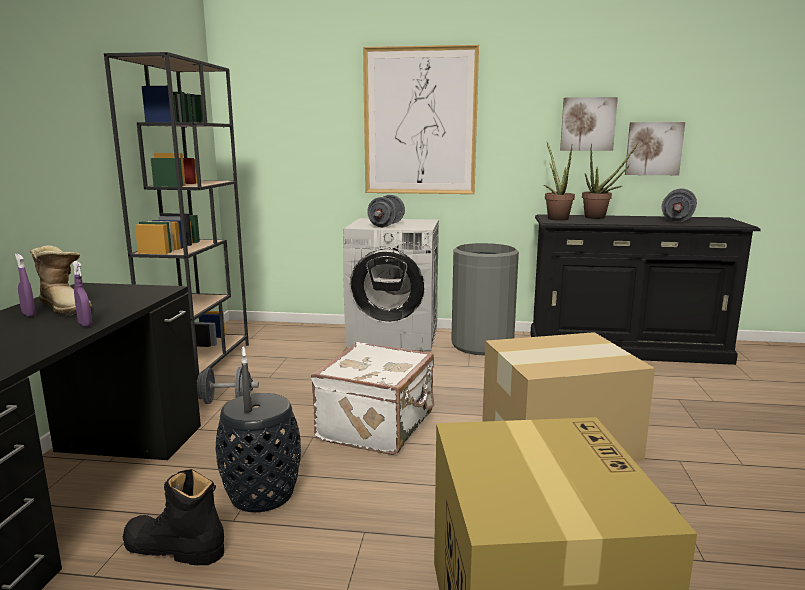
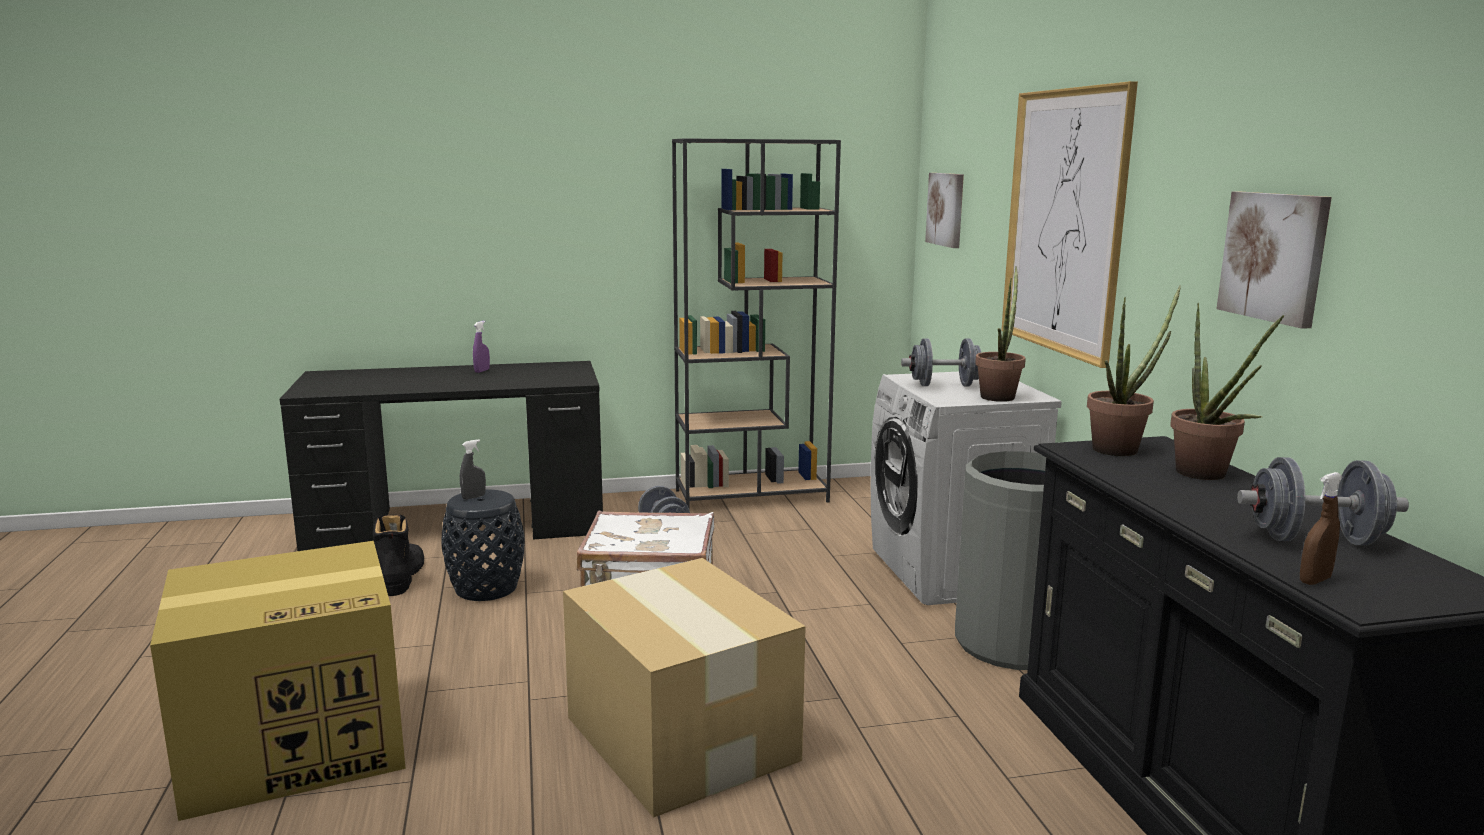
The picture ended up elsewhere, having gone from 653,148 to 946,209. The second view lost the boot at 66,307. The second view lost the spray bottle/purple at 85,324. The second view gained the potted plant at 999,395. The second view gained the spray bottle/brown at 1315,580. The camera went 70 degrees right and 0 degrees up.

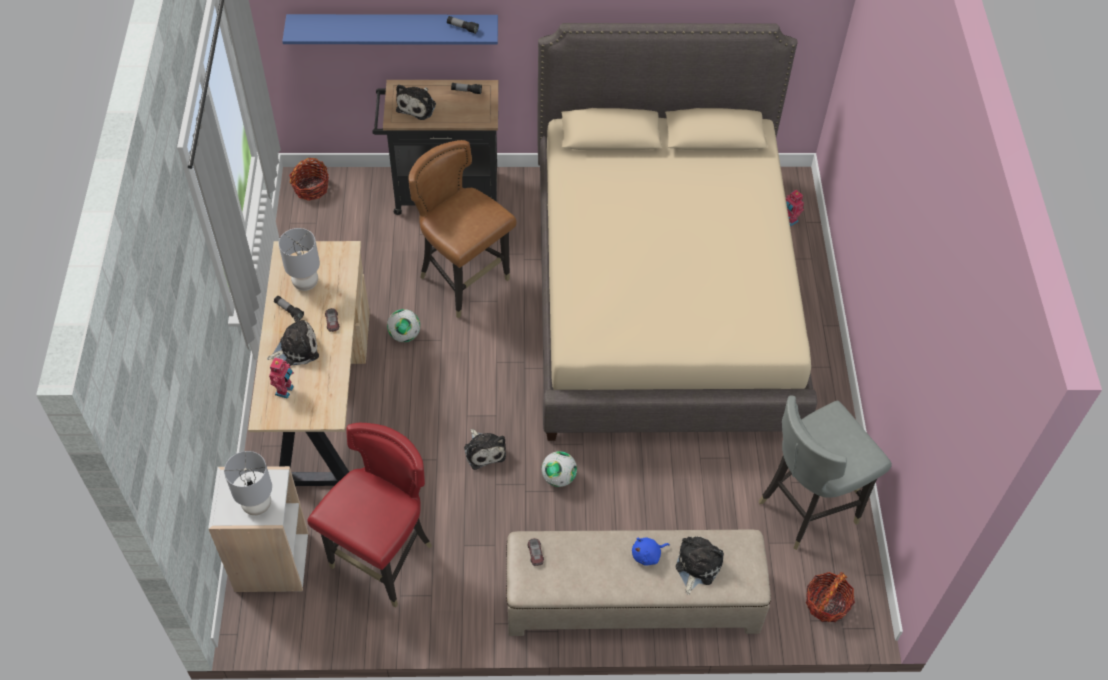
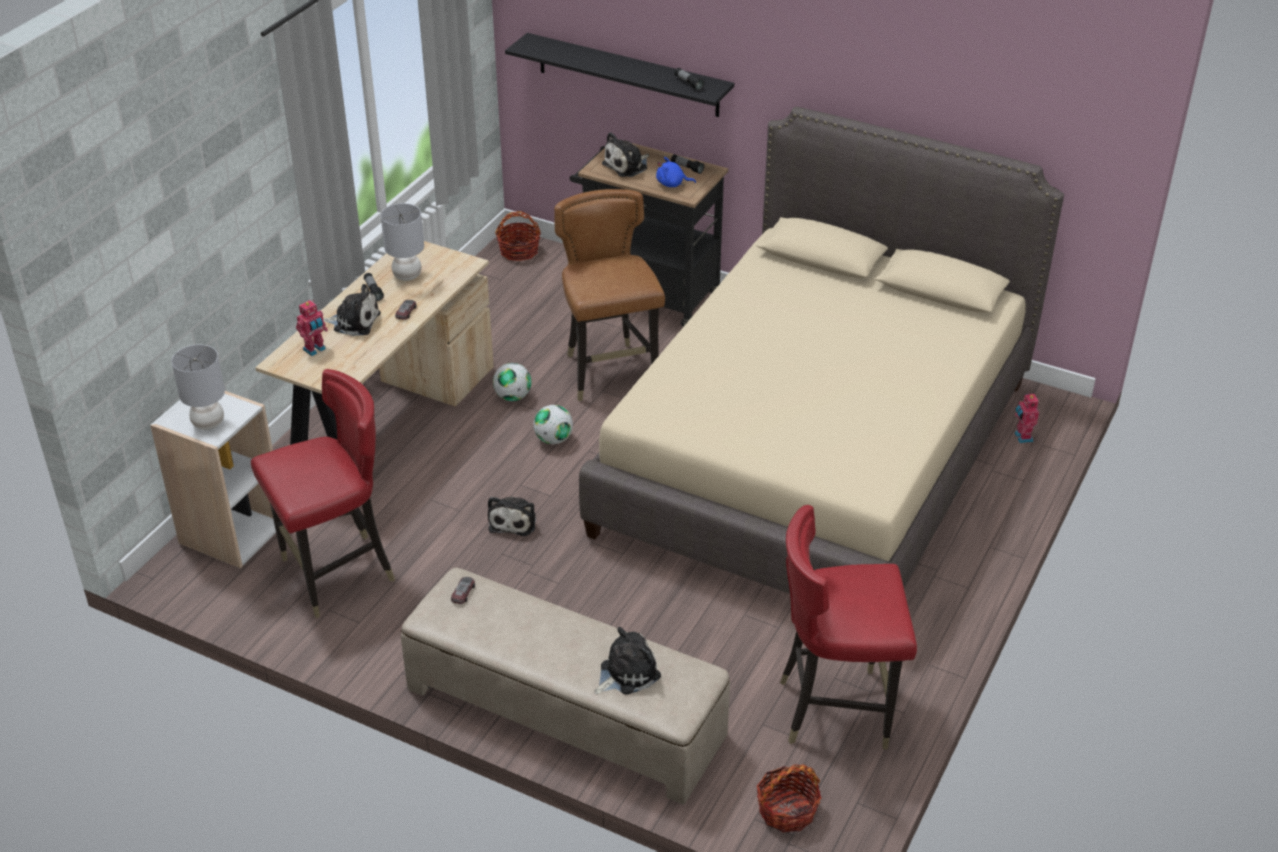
What was the shelf/blue at 393,28 turned into the shelf/black at 628,75. What was the chair/grey at 807,507 turned into the chair/red at 835,709. The football ended up elsewhere, having gone from 559,477 to 553,439. The plush toy/blue ended up elsewhere, having gone from 648,555 to 672,184. The camera went 30 degrees right and 15 degrees down.

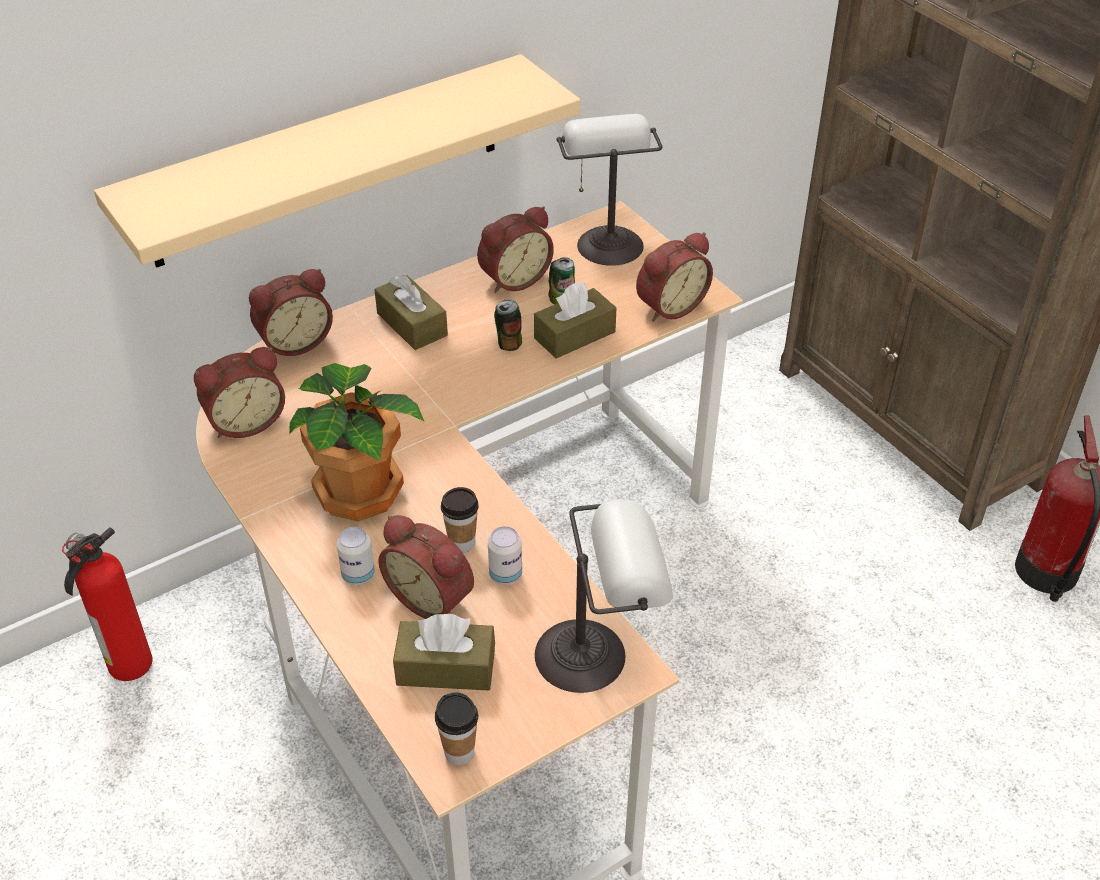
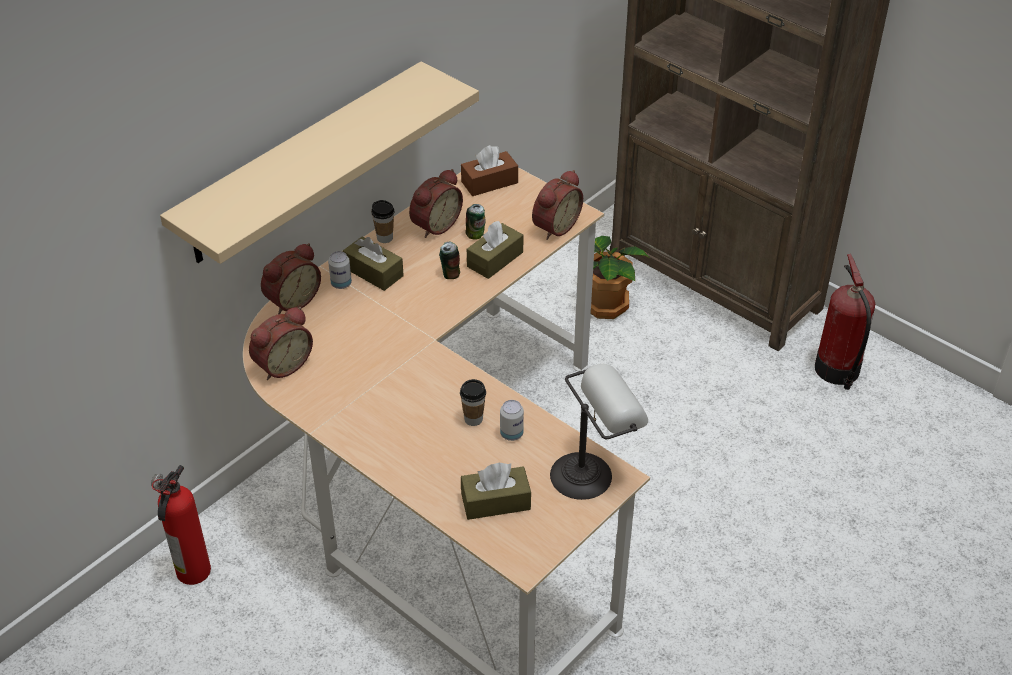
Where the table lamp stood at 605,237, the tissue box/brown came to stand at 489,182. The potted plant ended up elsewhere, having gone from 361,490 to 606,304. The second view lost the alarm clock at 432,597. The can ended up elsewhere, having gone from 358,575 to 341,284. The cup ended up elsewhere, having gone from 459,752 to 385,238. The camera went 15 degrees left and 0 degrees up.

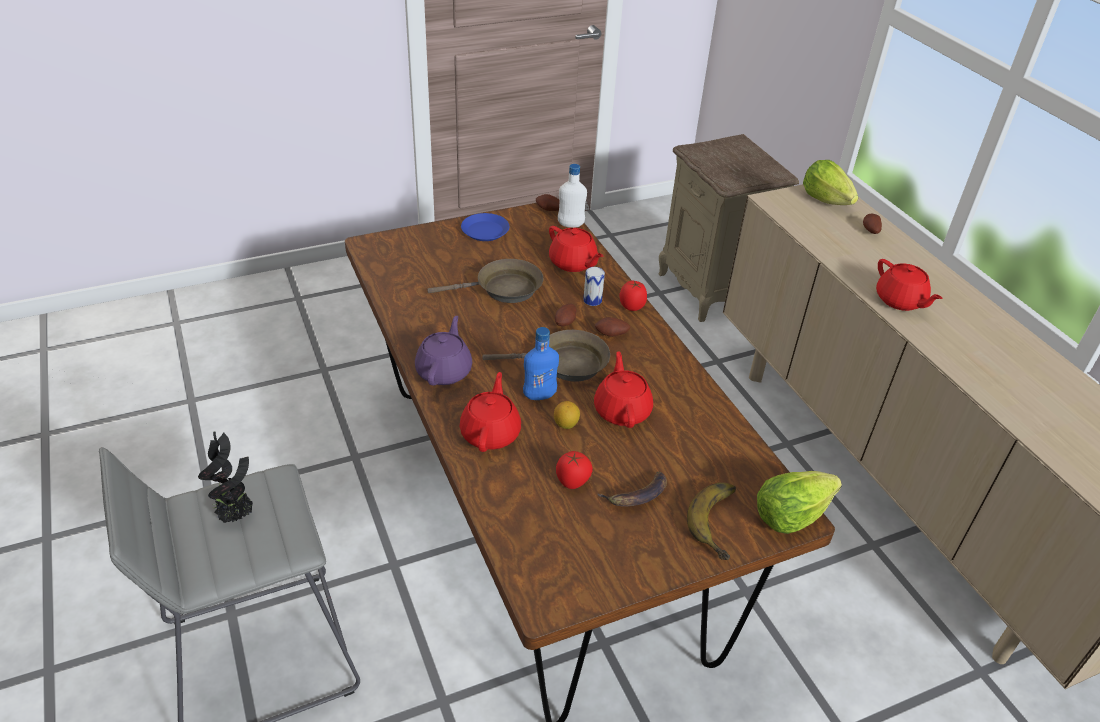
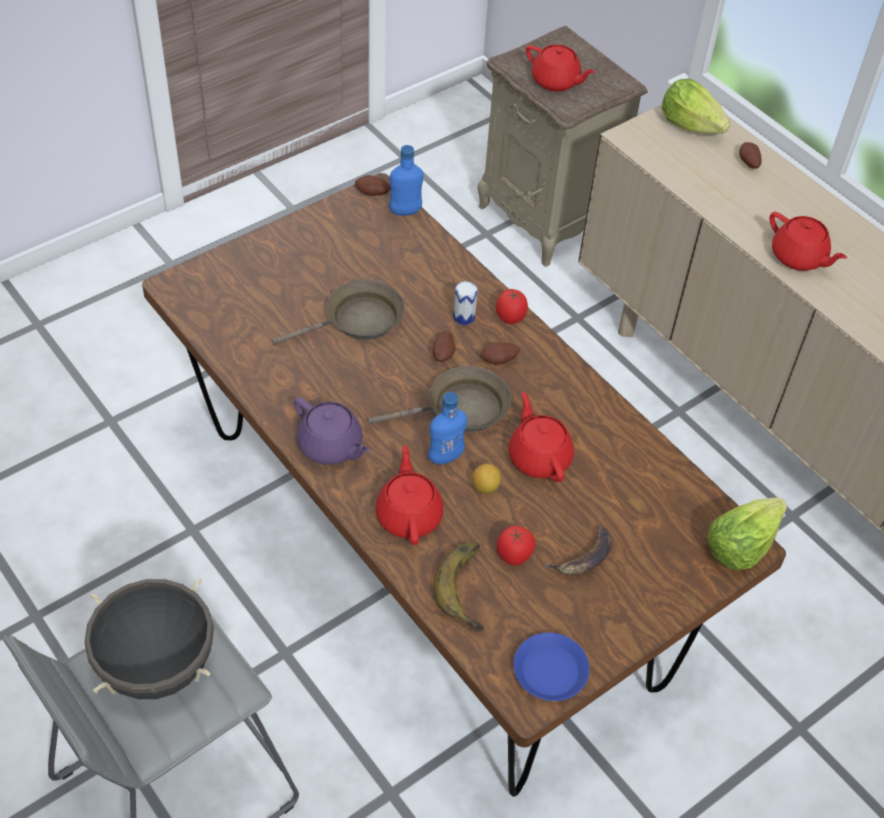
What was the bottle/white at 570,225 turned into the bottle/blue at 405,211. The plate/blue ended up elsewhere, having gone from 485,231 to 550,671. The teapot/red ended up elsewhere, having gone from 573,263 to 556,81. The teapot/purple at 444,371 ended up facing another way, 135 degrees clockwise from before. Where the potted plant stood at 237,516, the cooking pot/black came to stand at 157,666. The banana ended up elsewhere, having gone from 722,522 to 471,588. The camera went 15 degrees left and 10 degrees up.

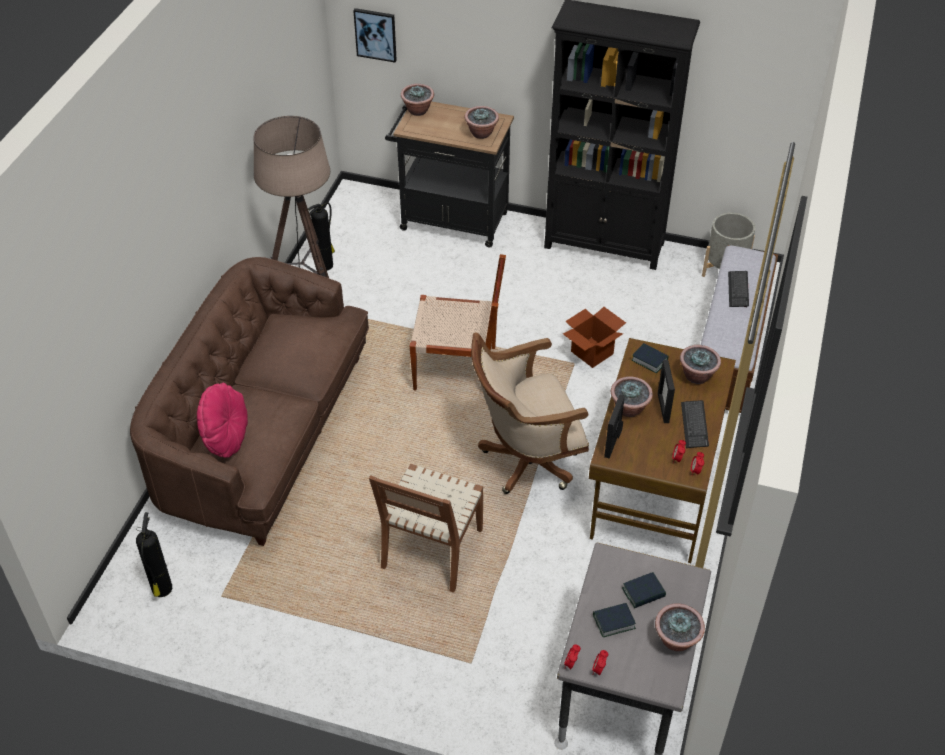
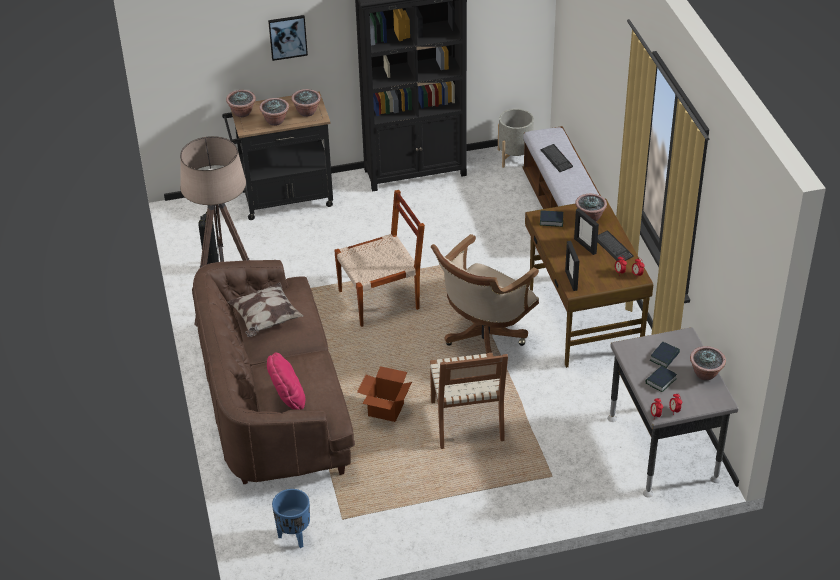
The picture ended up elsewhere, having gone from 376,34 to 287,37. The cardboard box ended up elsewhere, having gone from 592,352 to 386,410. The potted plant ended up elsewhere, having gone from 629,409 to 275,121. Where the fire extinguisher stood at 162,590, the planter/blue came to stand at 294,536. The second view gained the pillow at 265,320. The camera went 30 degrees left and 5 degrees down.

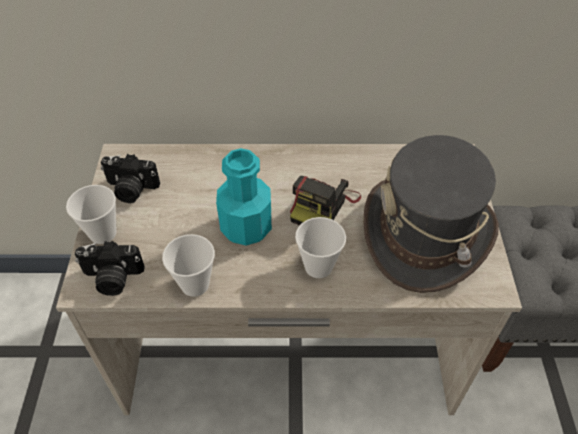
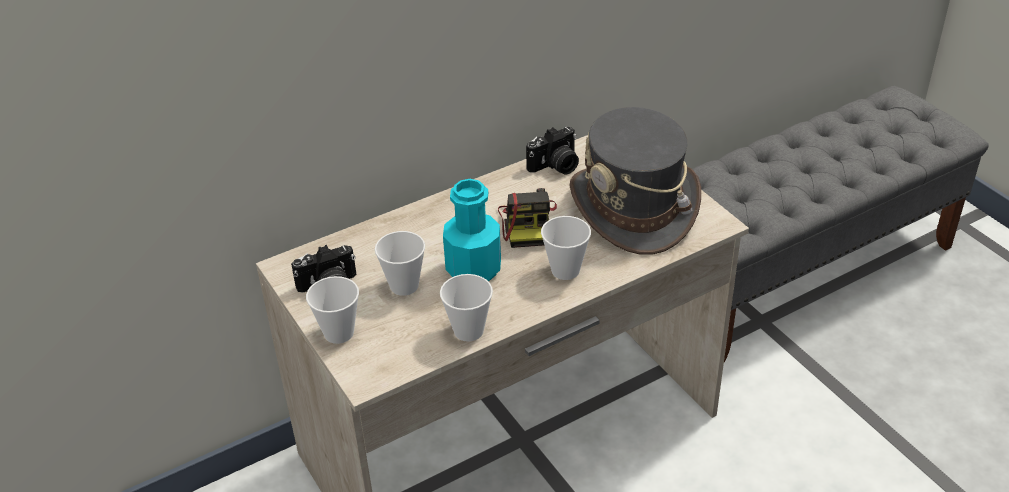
The photo camera ended up elsewhere, having gone from 112,278 to 556,166. The second view gained the cup at 404,286. The camera went 30 degrees left and 10 degrees down.

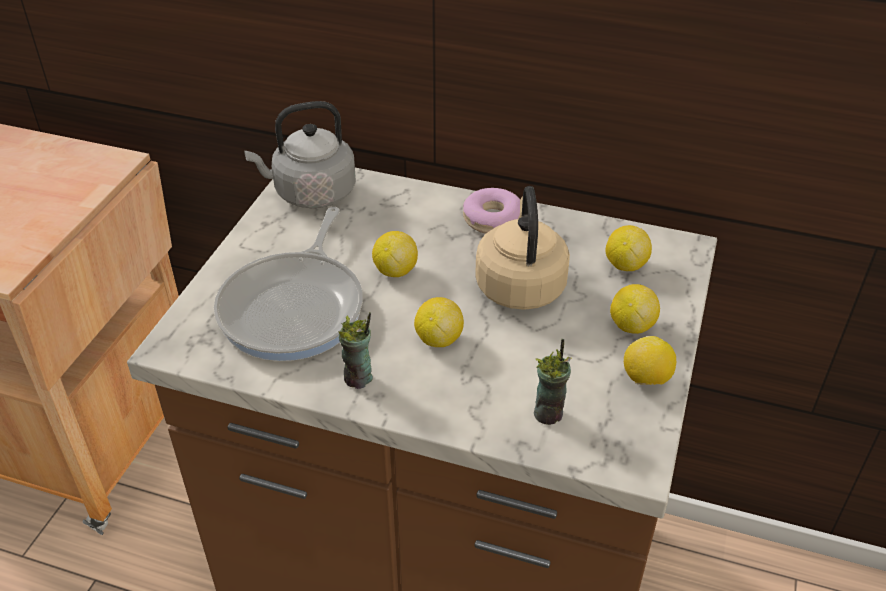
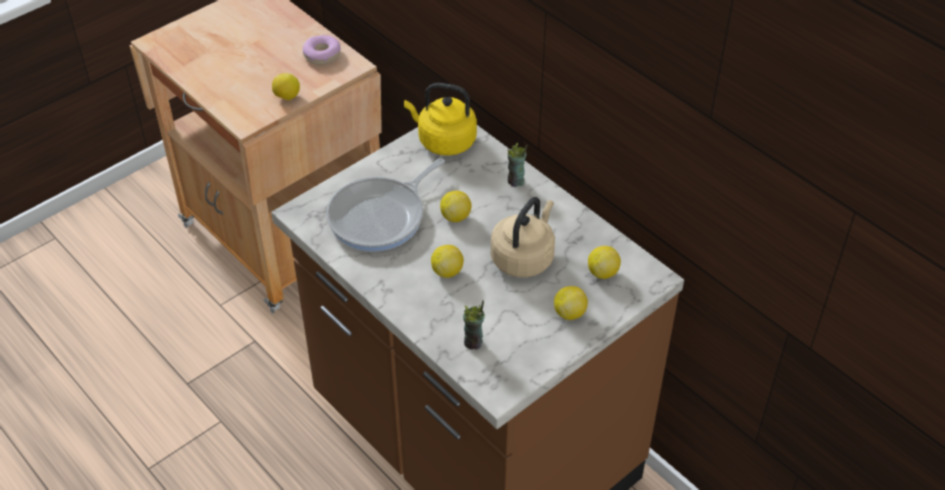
What was the kettle/grey at 311,193 turned into the kettle/yellow at 444,141. The donut ended up elsewhere, having gone from 492,219 to 322,55. The cup ended up elsewhere, having gone from 358,379 to 516,181. The lemon ended up elsewhere, having gone from 646,379 to 287,97. The camera went 30 degrees right and 5 degrees up.

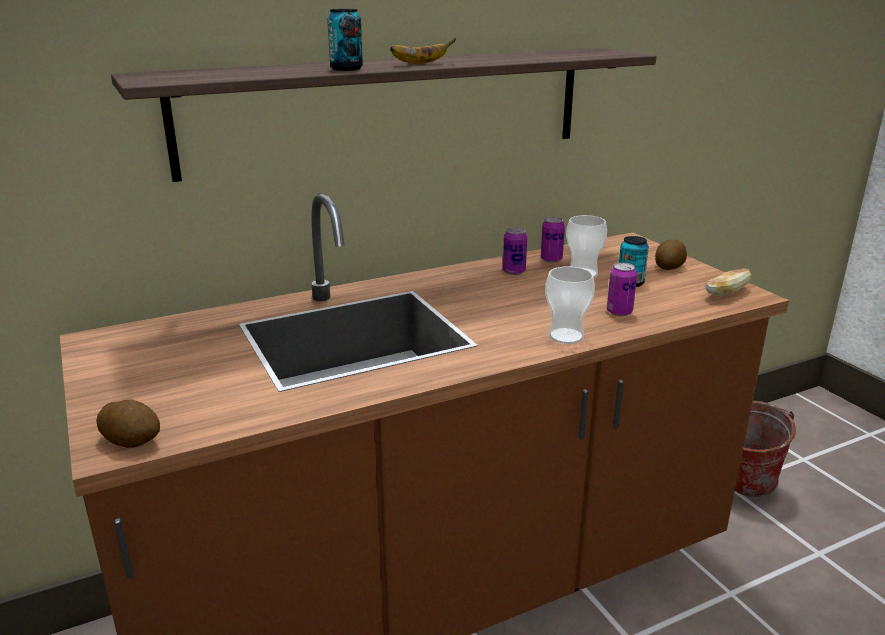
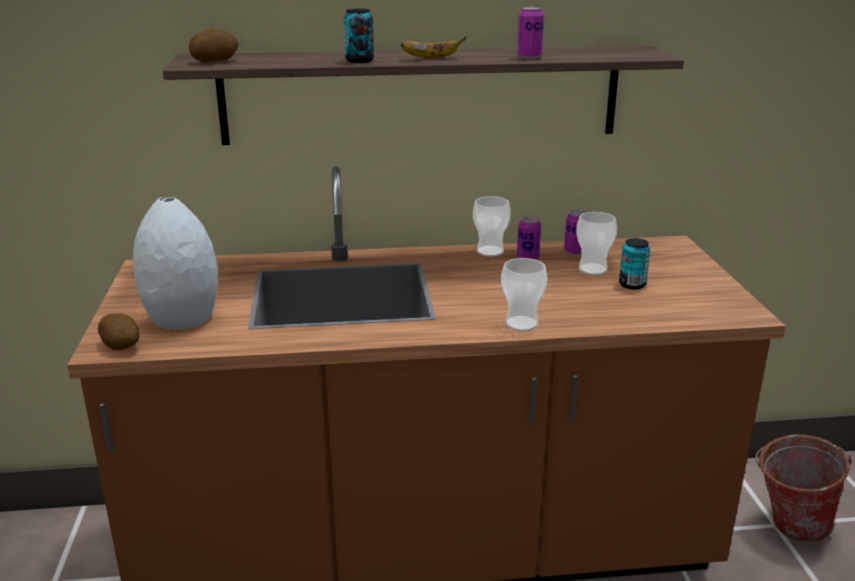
The potato ended up elsewhere, having gone from 669,266 to 215,61. The can ended up elsewhere, having gone from 619,312 to 529,57. The second view lost the bread at 725,293. The second view gained the cup at 490,251. The second view gained the vase/grey at 180,318. The camera went 20 degrees right and 0 degrees up.

